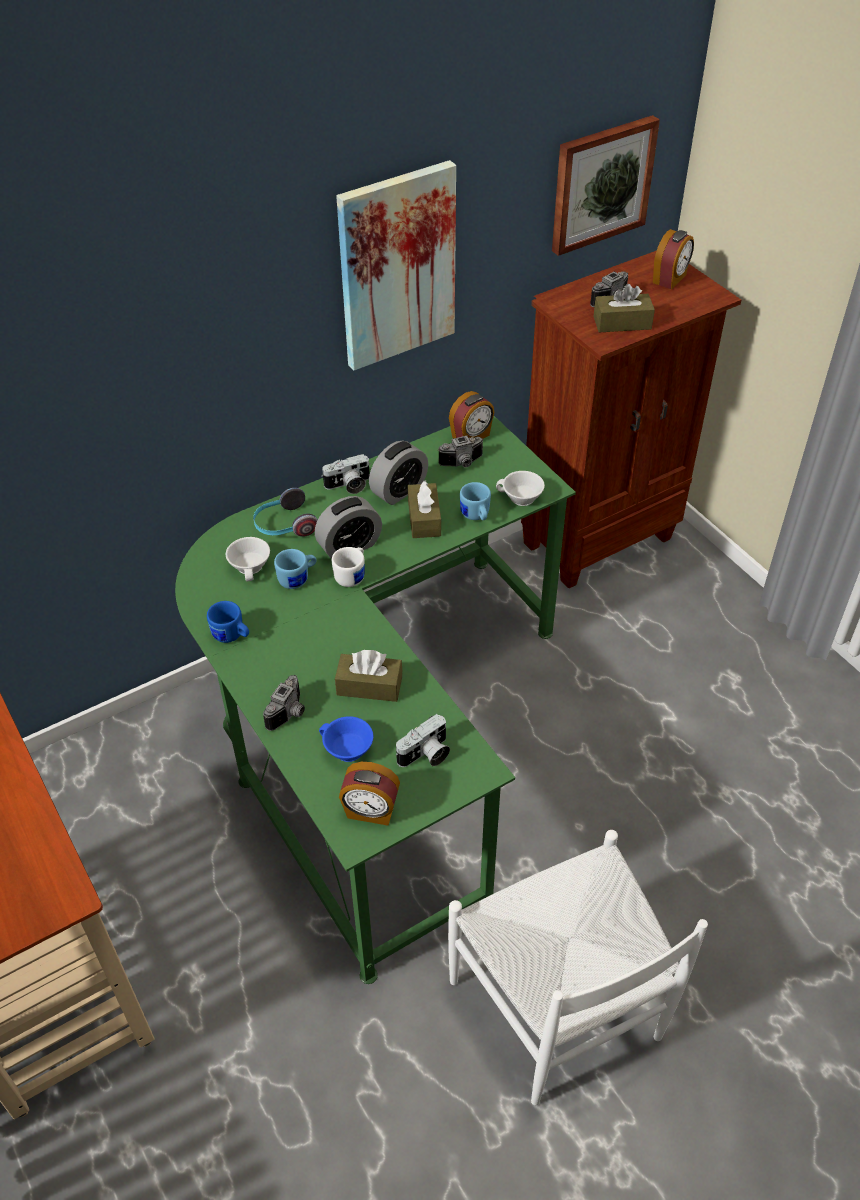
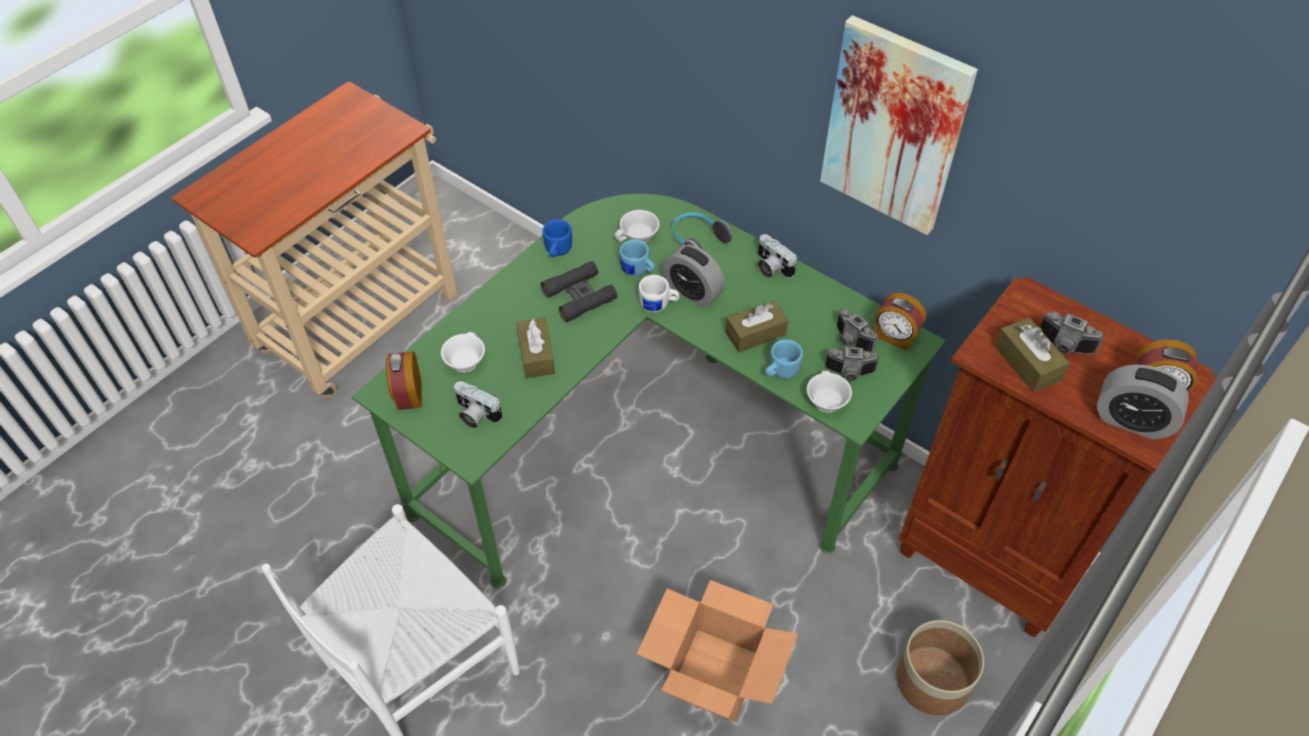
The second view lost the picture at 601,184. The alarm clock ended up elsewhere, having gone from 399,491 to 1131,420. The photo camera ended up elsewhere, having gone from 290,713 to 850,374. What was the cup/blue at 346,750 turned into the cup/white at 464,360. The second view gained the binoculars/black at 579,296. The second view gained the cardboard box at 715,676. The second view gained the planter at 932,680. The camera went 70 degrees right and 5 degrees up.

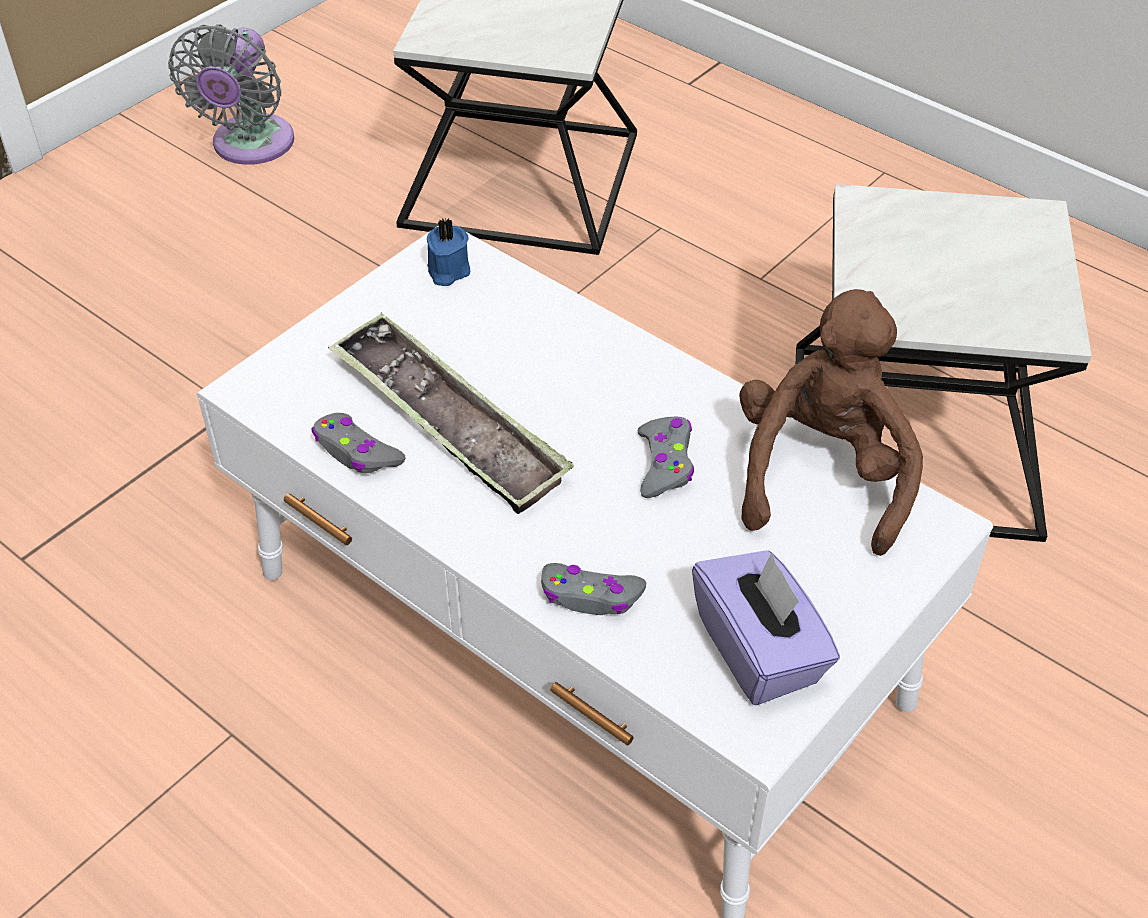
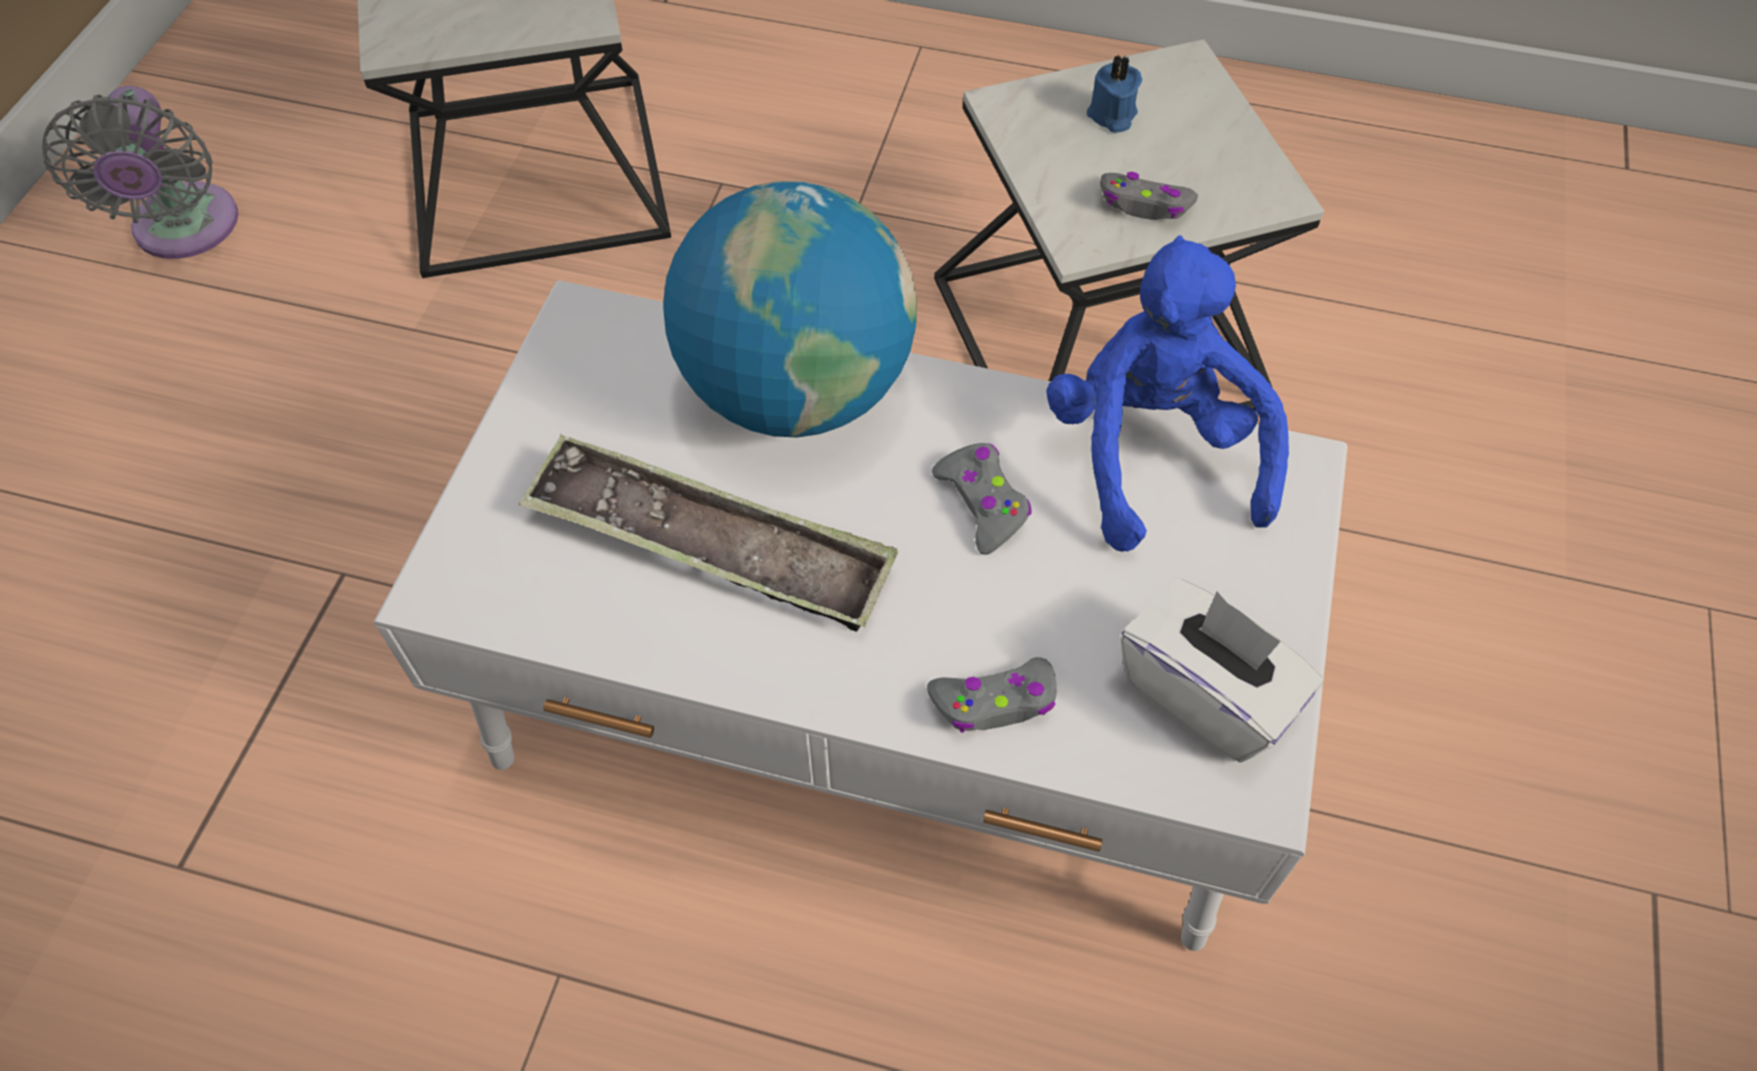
The candle/blue ended up elsewhere, having gone from 447,271 to 1111,115. What was the plush toy/brown at 822,475 turned into the plush toy/blue at 1152,453. The game controller/grey ended up elsewhere, having gone from 356,452 to 1144,205. What was the tissue box/purple at 759,651 turned into the tissue box/white at 1207,693. The second view gained the globe at 796,389. The camera went 25 degrees left and 10 degrees up.

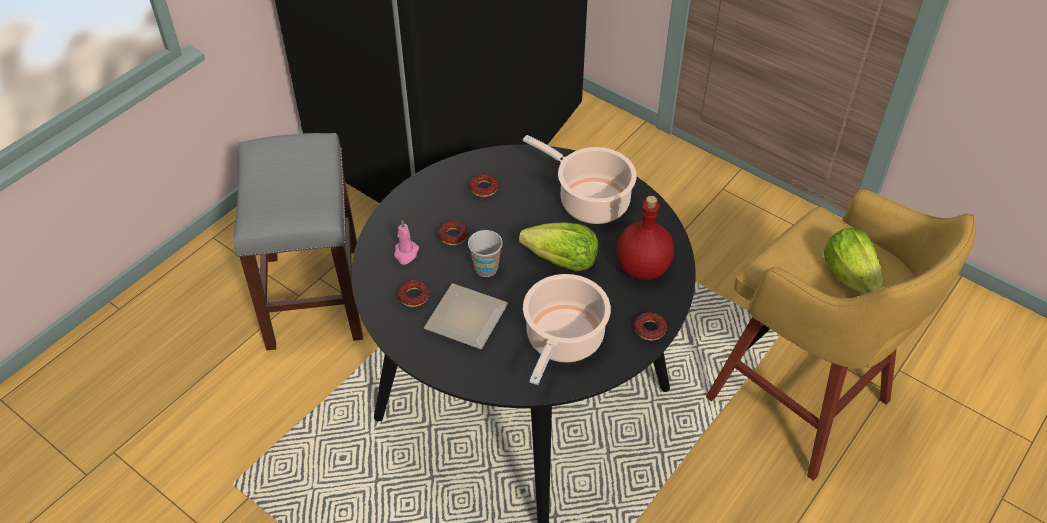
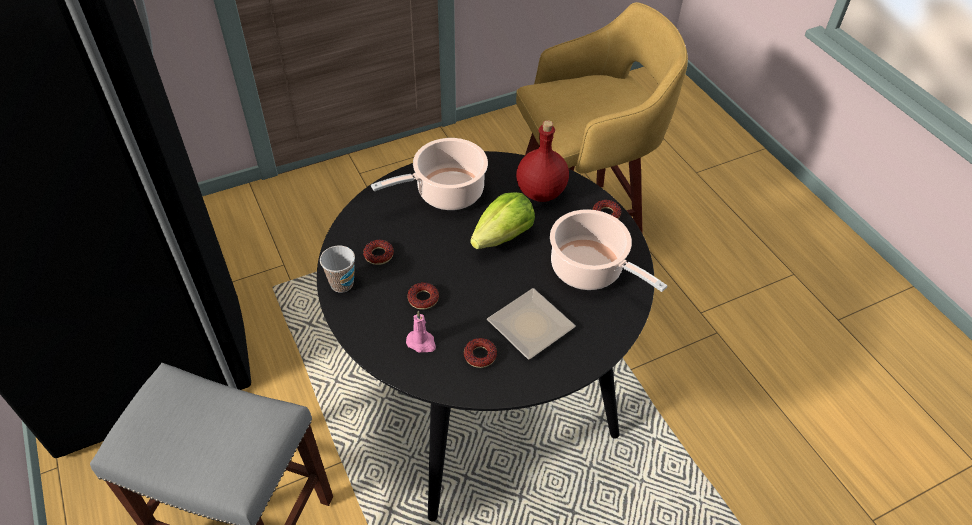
The second view lost the lettuce at 850,276. The cup ended up elsewhere, having gone from 486,268 to 342,284. The camera went 65 degrees left and 0 degrees up.

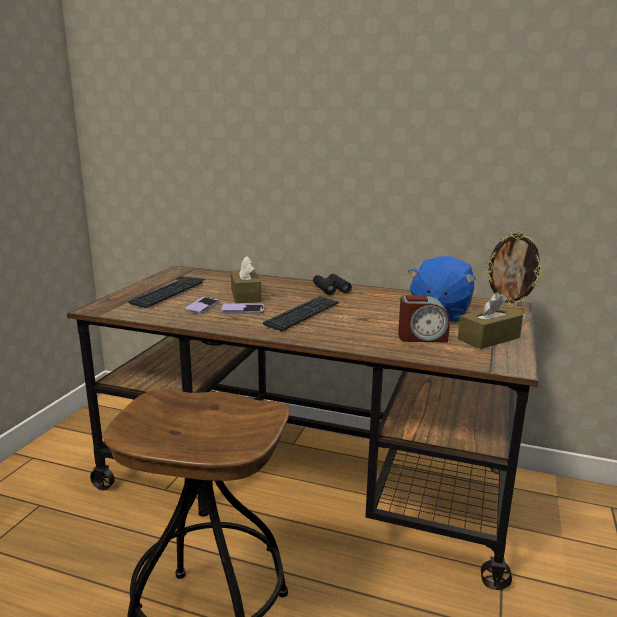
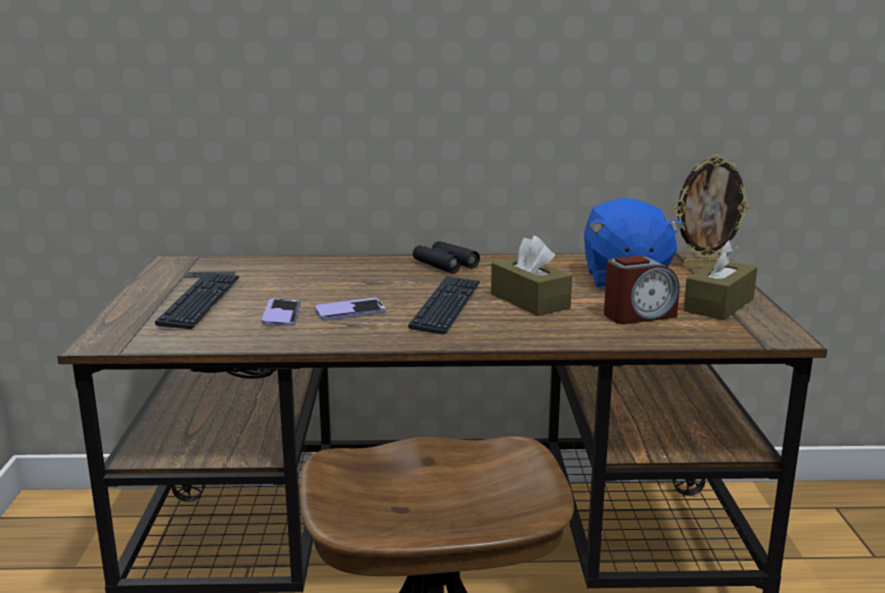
The tissue box/brown ended up elsewhere, having gone from 245,295 to 529,301. The camera went 20 degrees left and 0 degrees up.

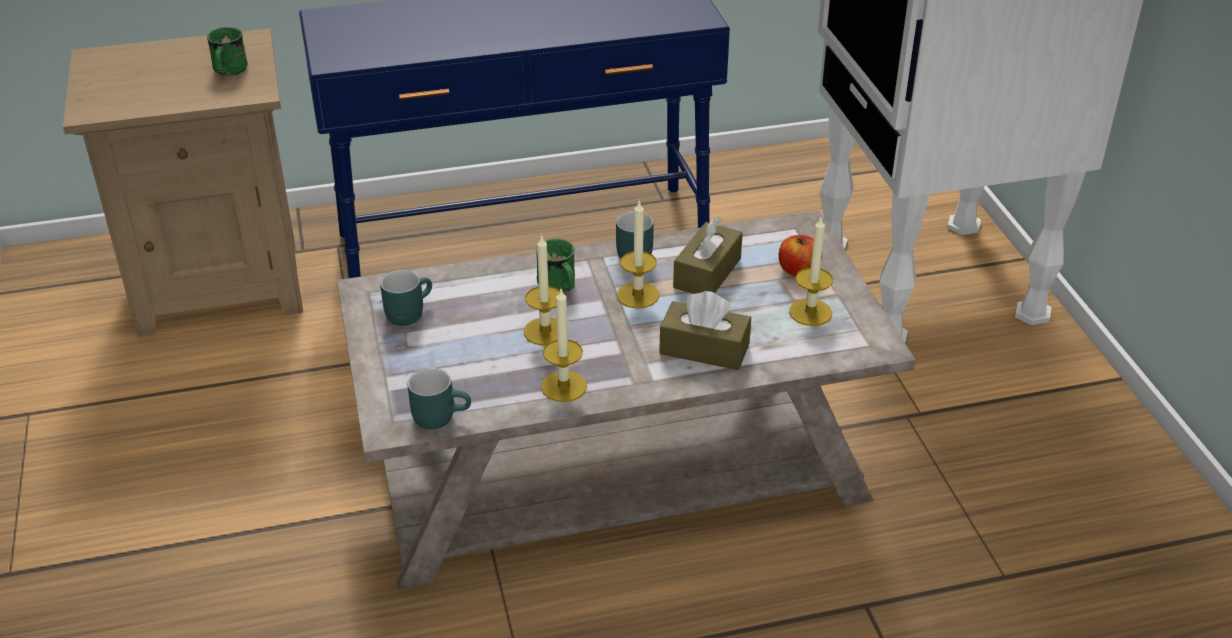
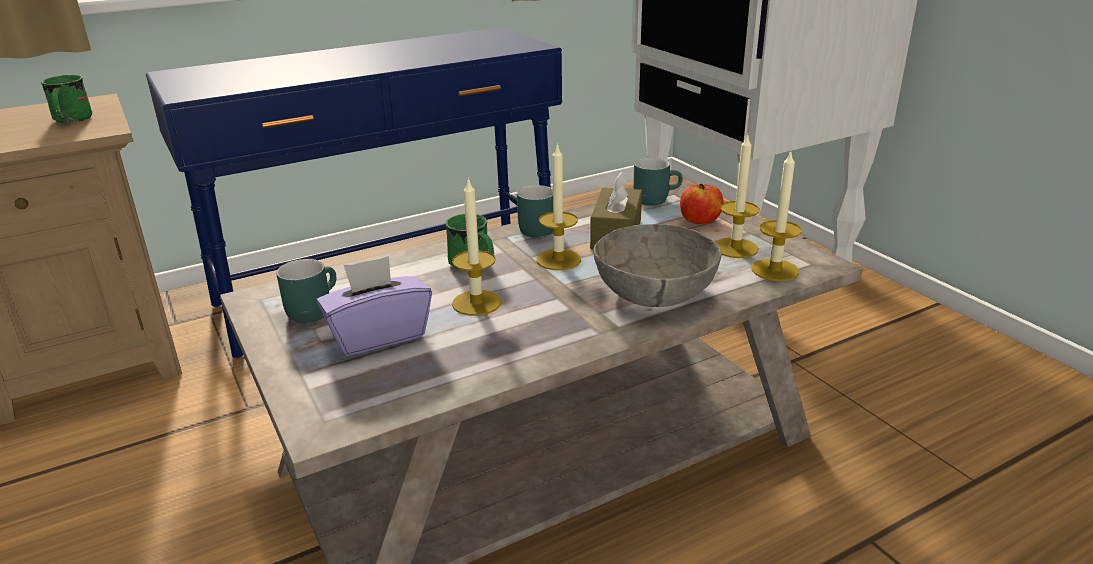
The candle ended up elsewhere, having gone from 564,386 to 775,270. Where the tissue box/brown stood at 704,349, the bowl/grey came to stand at 654,291. The mug/turquoise ended up elsewhere, having gone from 440,415 to 655,198. The second view gained the tissue box/purple at 378,335. The camera went 15 degrees left and 10 degrees down.

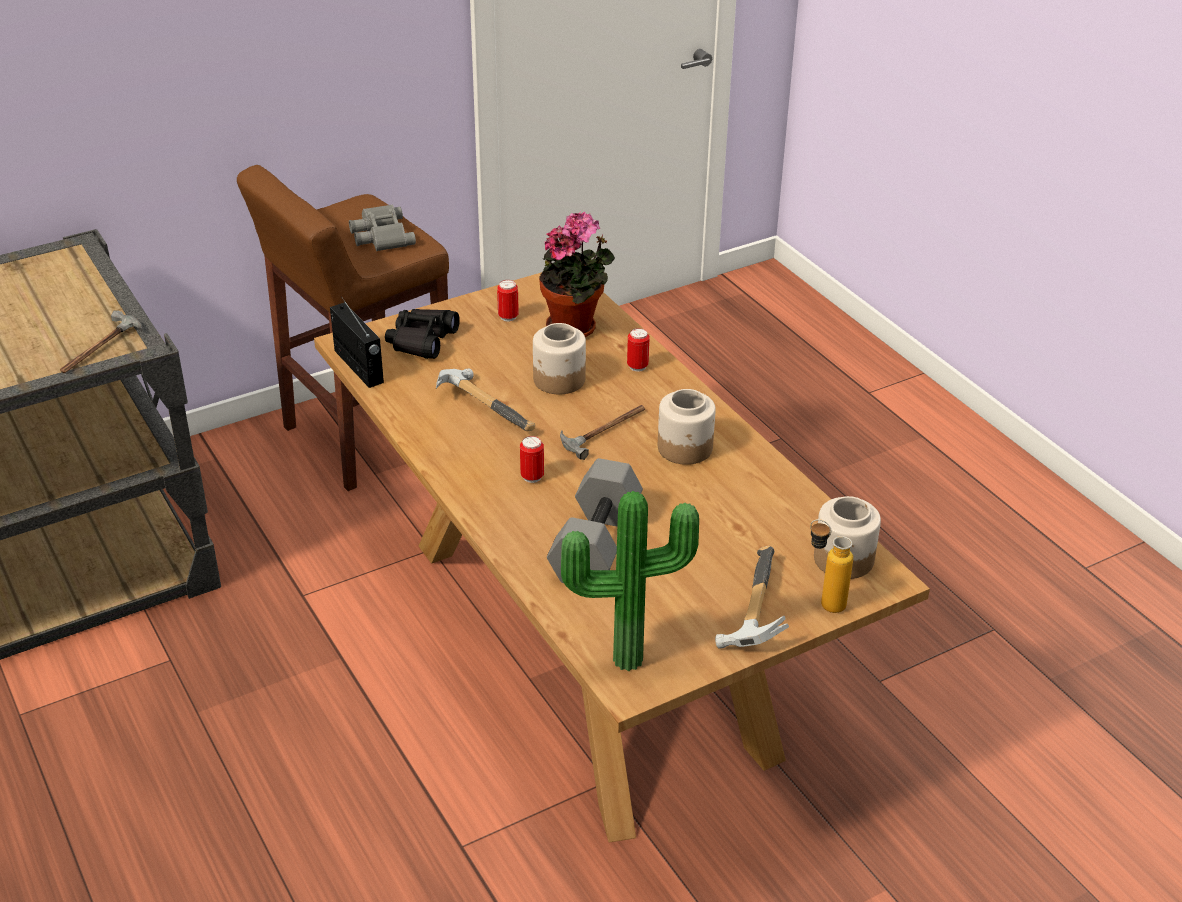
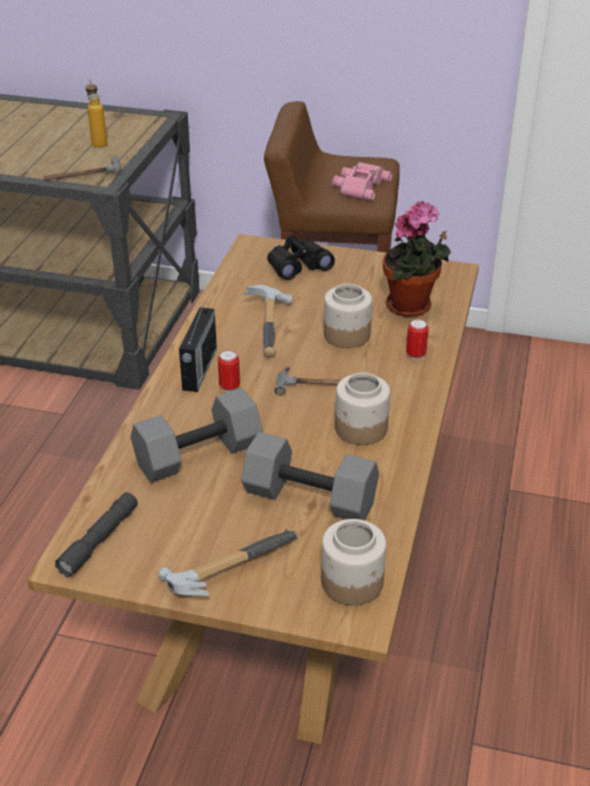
What was the binoculars/grey at 380,235 turned into the binoculars/pink at 359,186. The second view lost the can at 508,317. The radio ended up elsewhere, having gone from 359,367 to 199,370. Where the potted plant stood at 626,656, the flashlight/grey came to stand at 99,540. The bottle ended up elsewhere, having gone from 823,602 to 98,142. The second view gained the dumbbell/grey at 311,497. The camera went 45 degrees right and 0 degrees up.

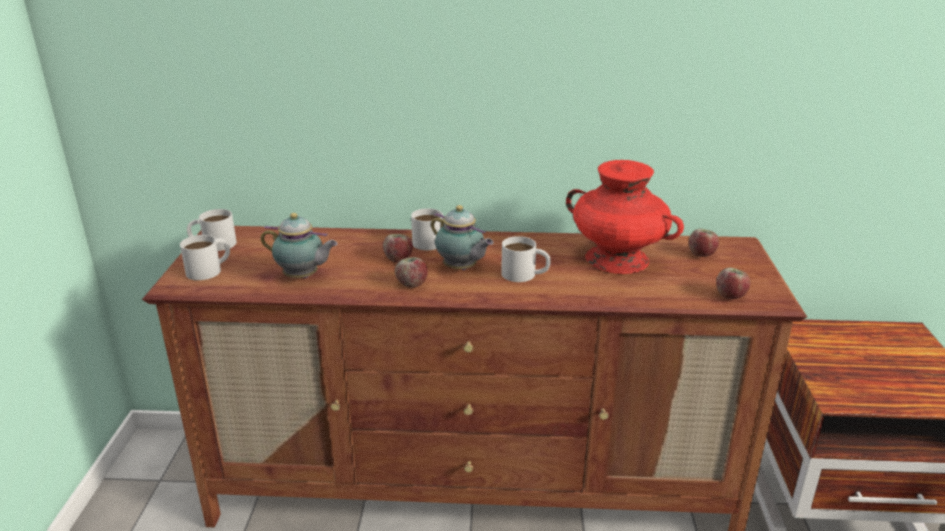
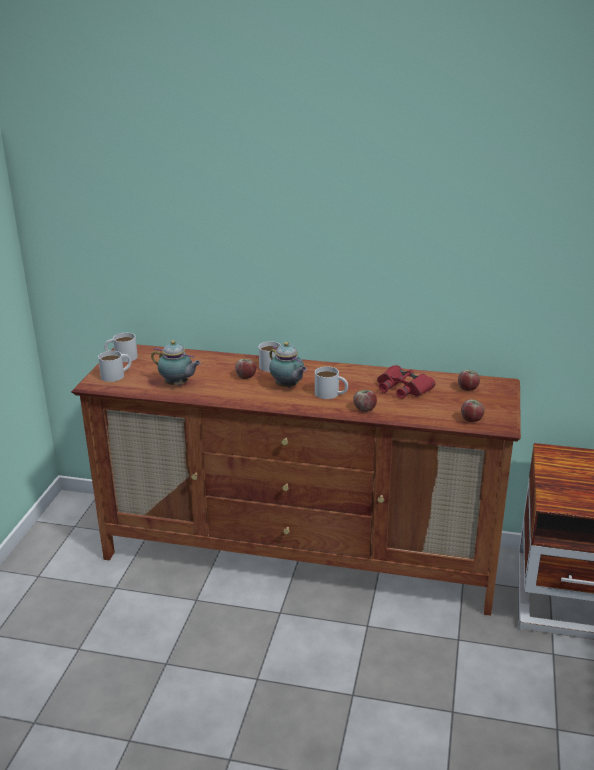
Where the vase/red stood at 617,259, the binoculars/red came to stand at 403,388. The apple ended up elsewhere, having gone from 412,284 to 365,409. The camera went 10 degrees right and 0 degrees up.

